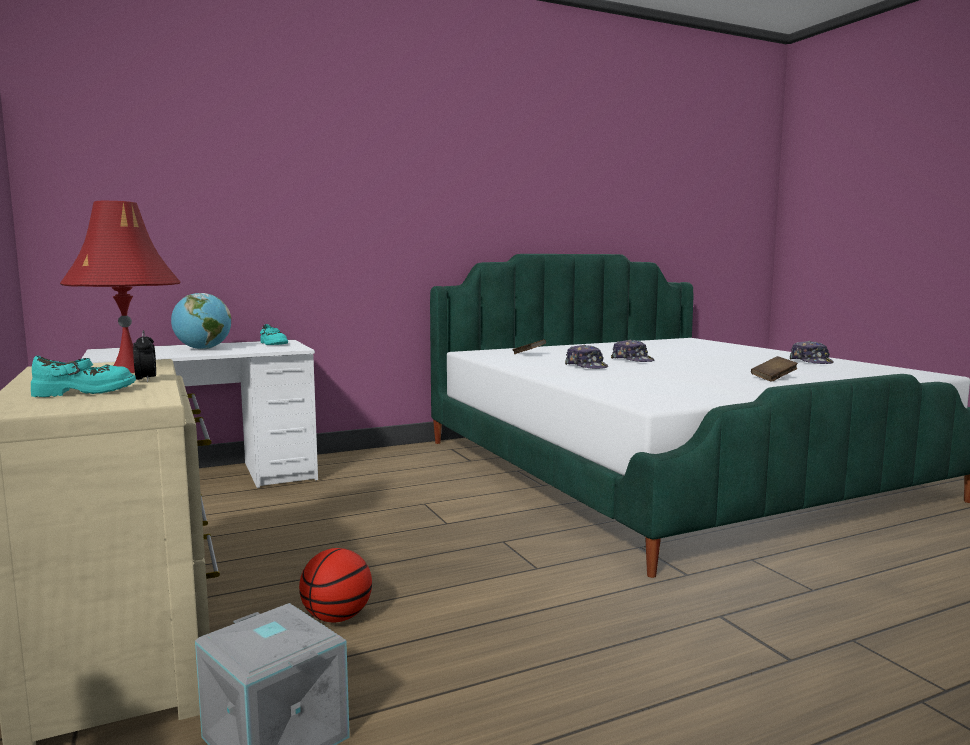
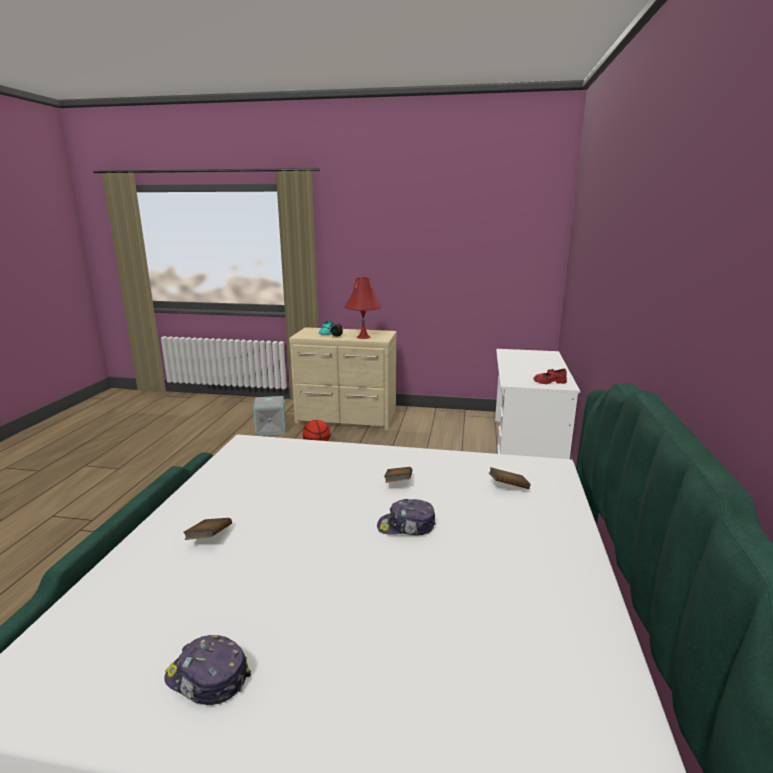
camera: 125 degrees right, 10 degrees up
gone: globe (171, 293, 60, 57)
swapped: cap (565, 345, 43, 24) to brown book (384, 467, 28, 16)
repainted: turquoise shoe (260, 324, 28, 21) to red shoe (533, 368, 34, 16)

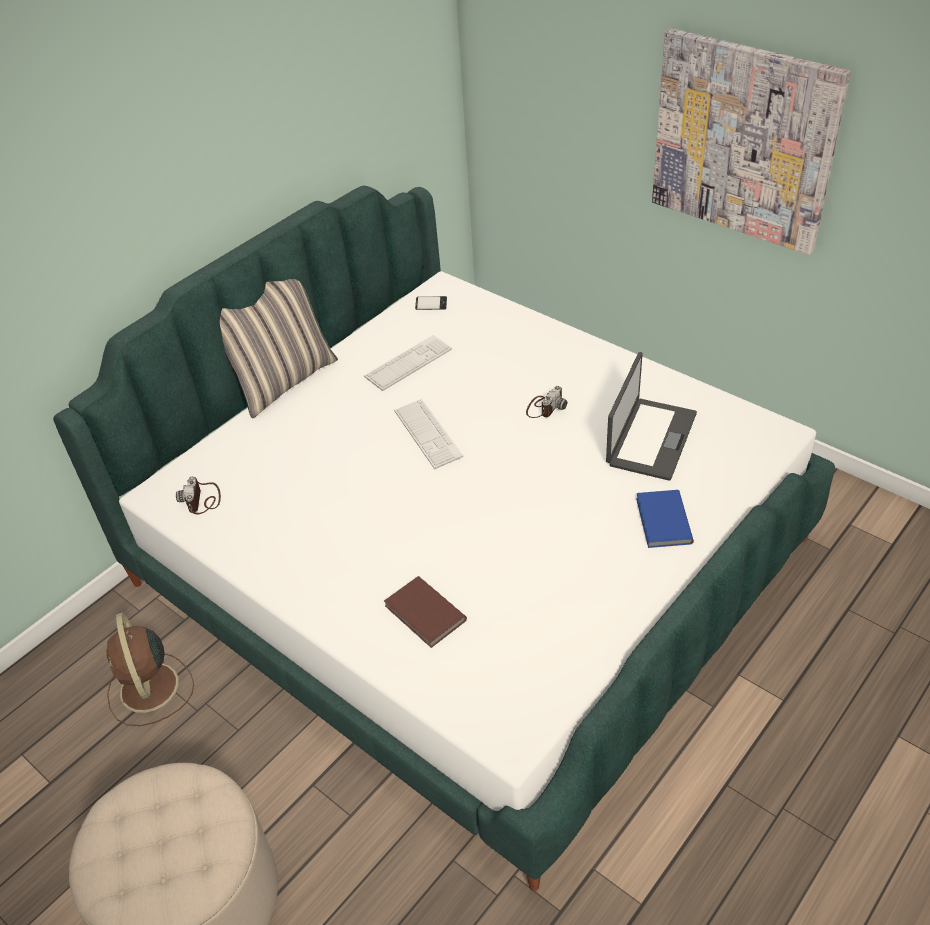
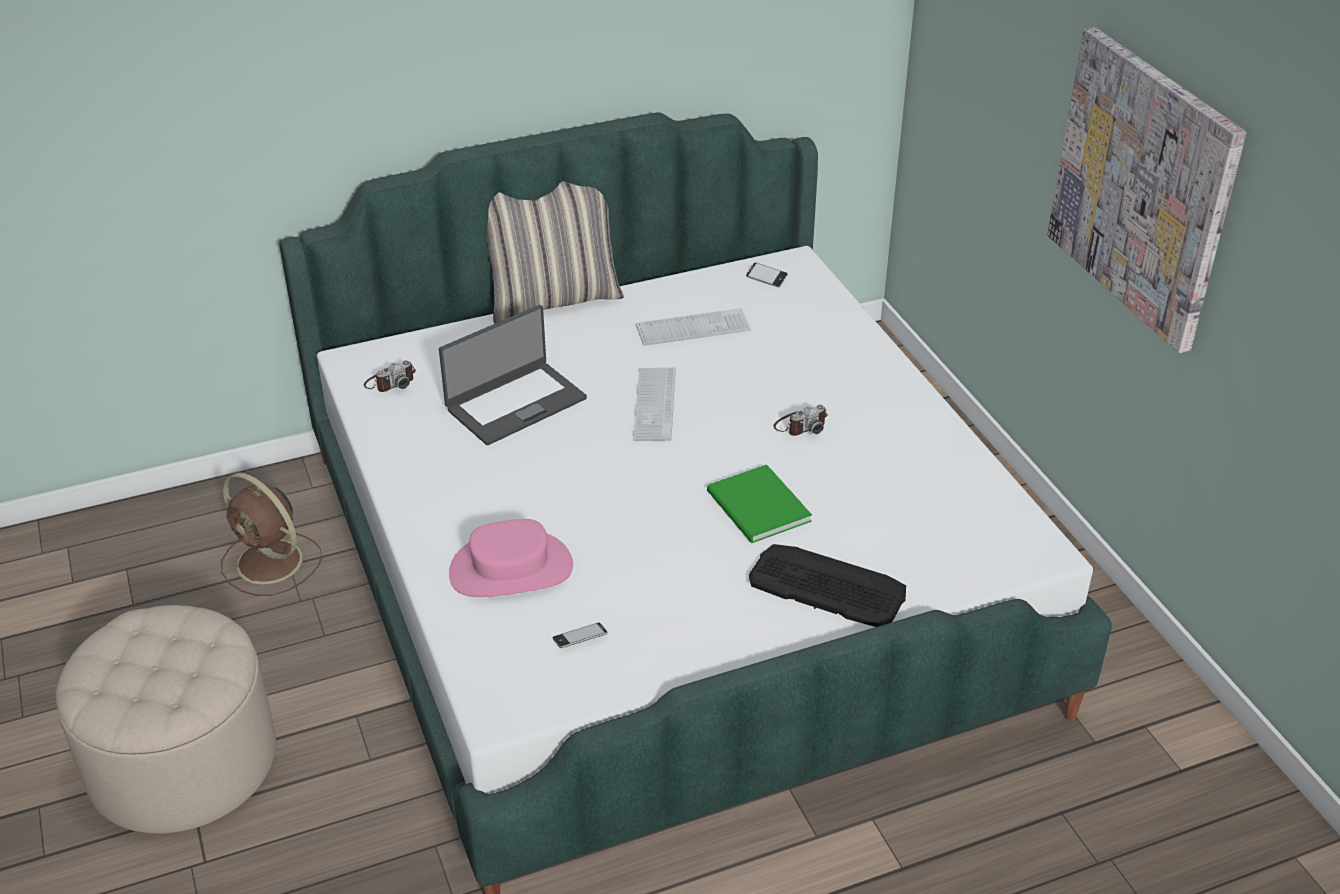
camera: 25 degrees right, 5 degrees down
new: phone (553, 623, 55, 25); green book (707, 465, 105, 78)
shifted: laptop (606, 352, 91, 129) to (439, 305, 148, 140)
swapped: brown book (384, 576, 83, 72) to pink hat (449, 519, 124, 78); blue book (636, 490, 58, 58) to keyboard (749, 544, 157, 83)
rotated: brown fan (107, 612, 87, 114) = (221, 473, 101, 123) 60 degrees counterclockwise; photo camera (176, 476, 45, 39) = (364, 360, 52, 32) 150 degrees counterclockwise

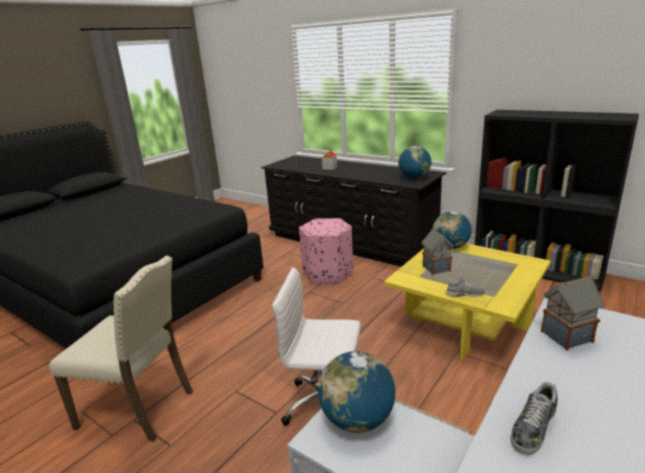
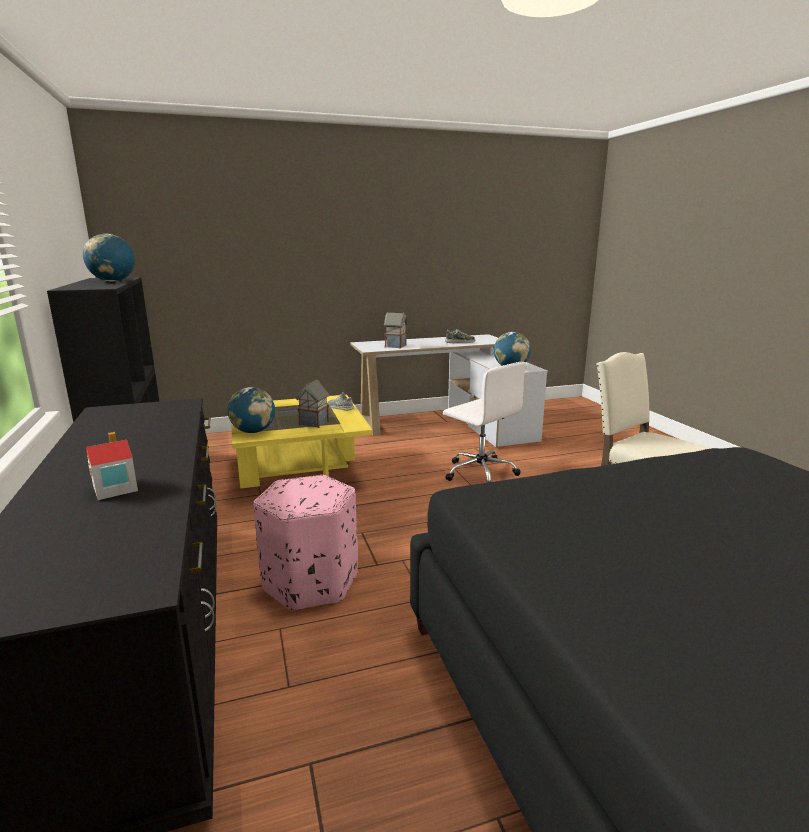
camera: 145 degrees left, 5 degrees down
shifted: globe (398, 146, 33, 33) to (83, 234, 52, 48)

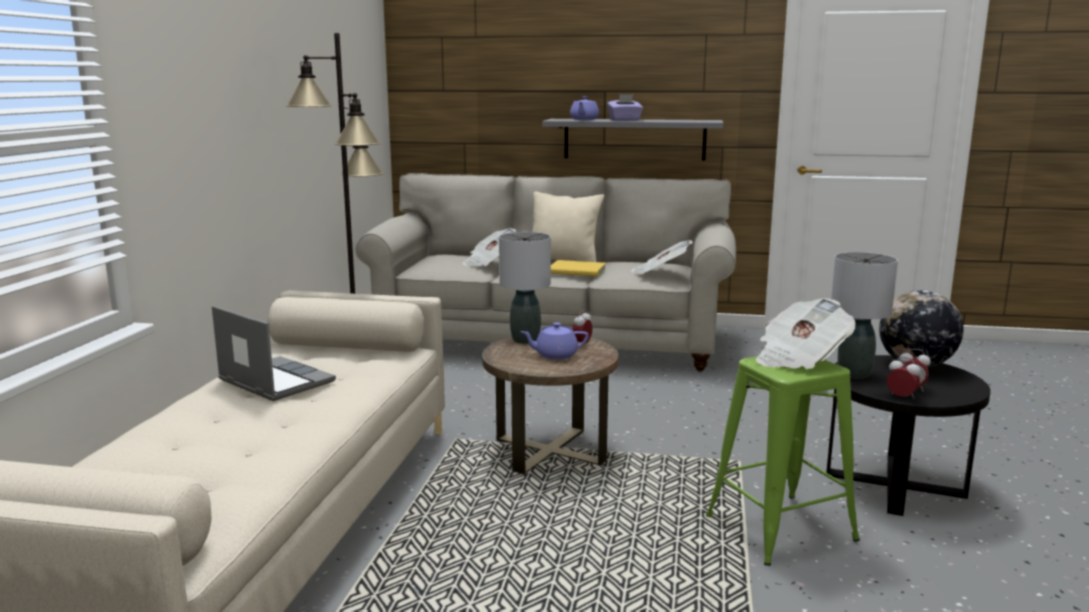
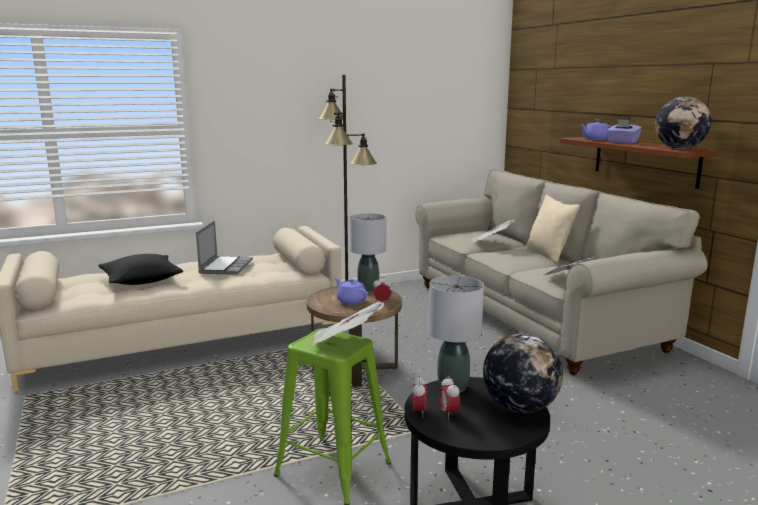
camera: 55 degrees right, 0 degrees up
gone: yellow book (551, 260, 55, 16)
new: black pillow (98, 254, 85, 31); globe (655, 97, 56, 52)
repainted: grey shelf (542, 119, 181, 42) to brown shelf (559, 137, 159, 52)

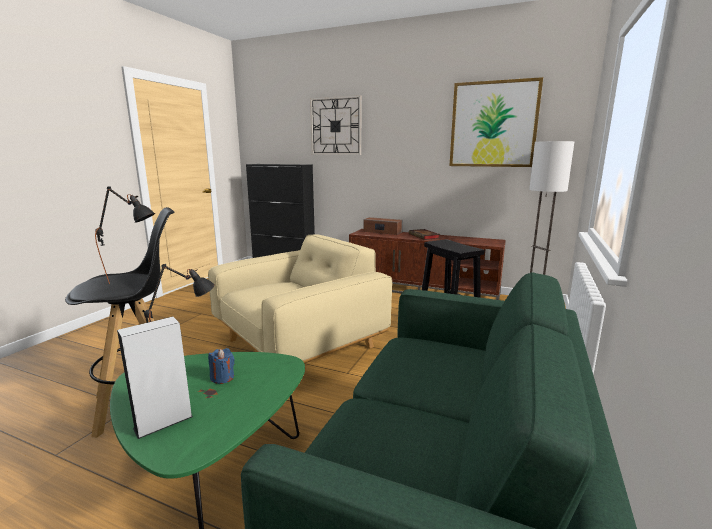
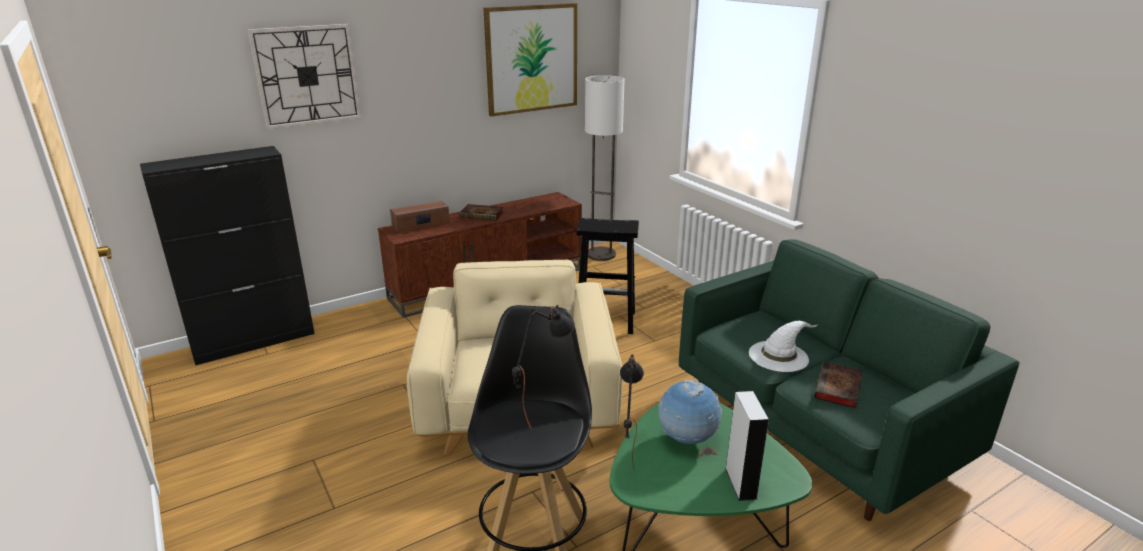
camera: 55 degrees left, 10 degrees up
new: white hat (749, 321, 68, 51); book (814, 362, 49, 47)
swapped: blue candle (208, 348, 27, 36) to globe (658, 380, 64, 64)

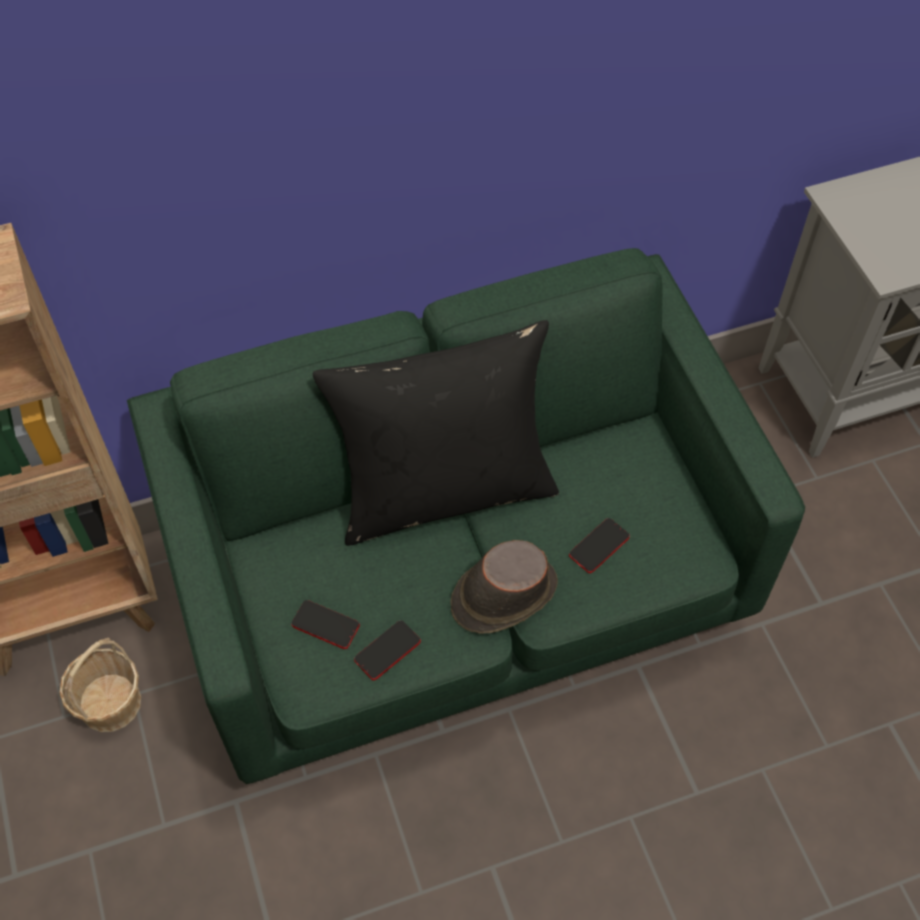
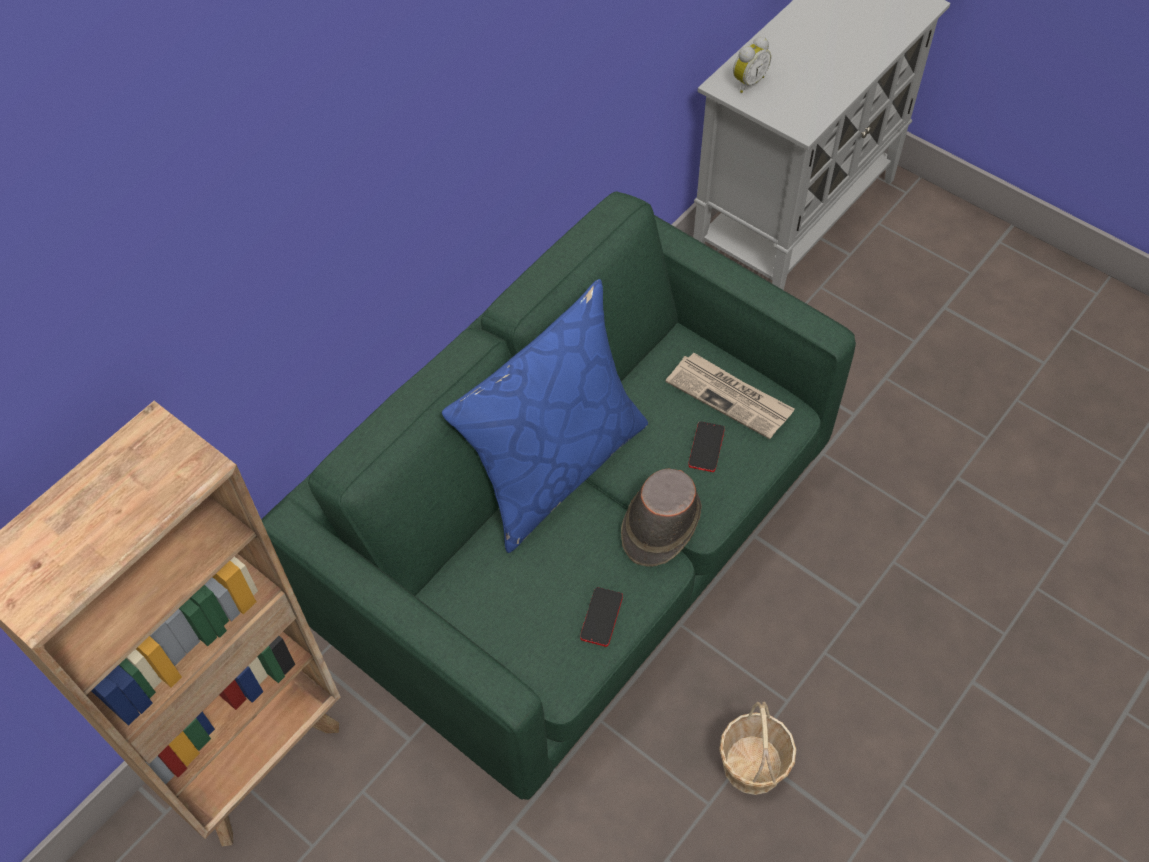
camera: 30 degrees left, 0 degrees up
gone: phone (291, 600, 69, 49)
new: newspaper (666, 353, 129, 86); alarm clock (733, 37, 38, 56)
shifted: basket (59, 638, 82, 94) to (719, 702, 77, 93)
repainted: black pillow (312, 320, 247, 226) to blue pillow (442, 279, 206, 274)

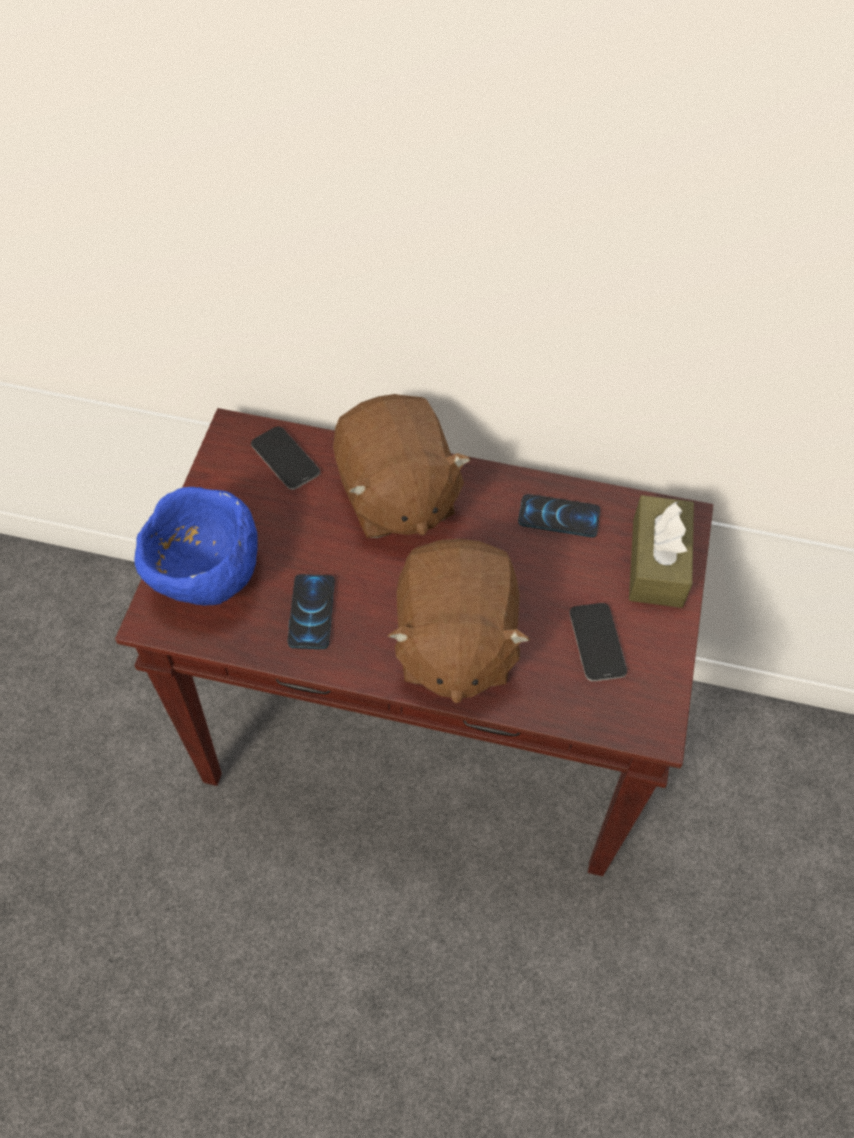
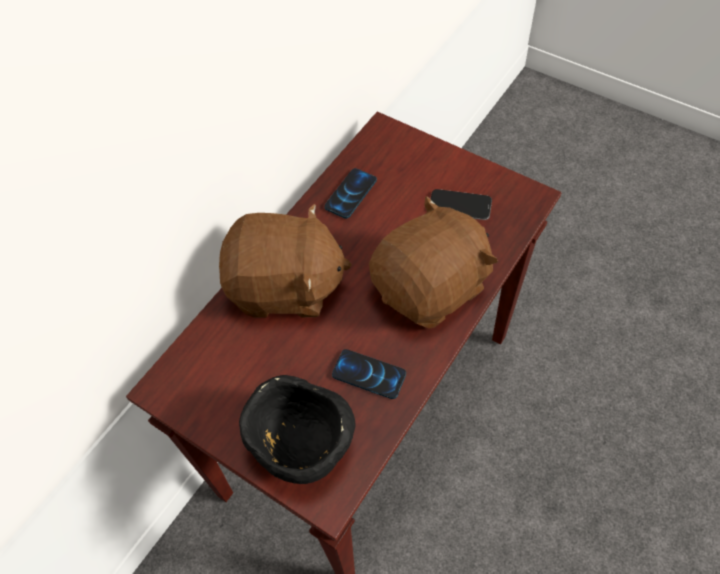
camera: 65 degrees left, 0 degrees up
gone: phone (251, 426, 69, 64); brown tissue box (629, 495, 65, 113)
repainted: blue bowl (134, 487, 124, 119) to black bowl (239, 375, 116, 109)
rotated: brown plush toy (388, 539, 142, 164) = (369, 196, 129, 133) 60 degrees counterclockwise

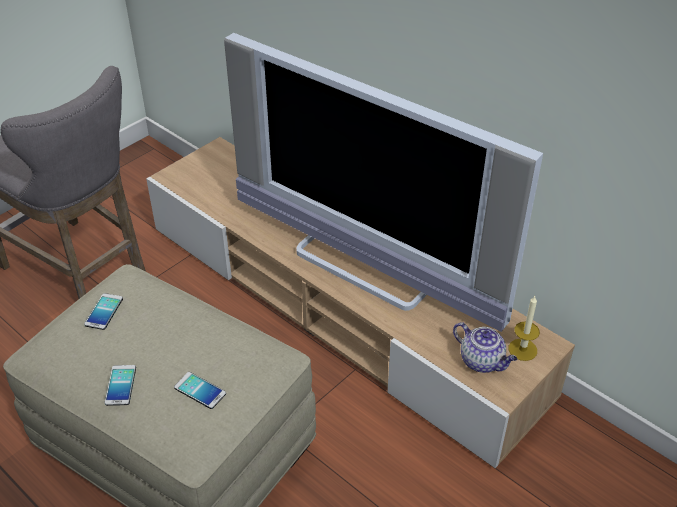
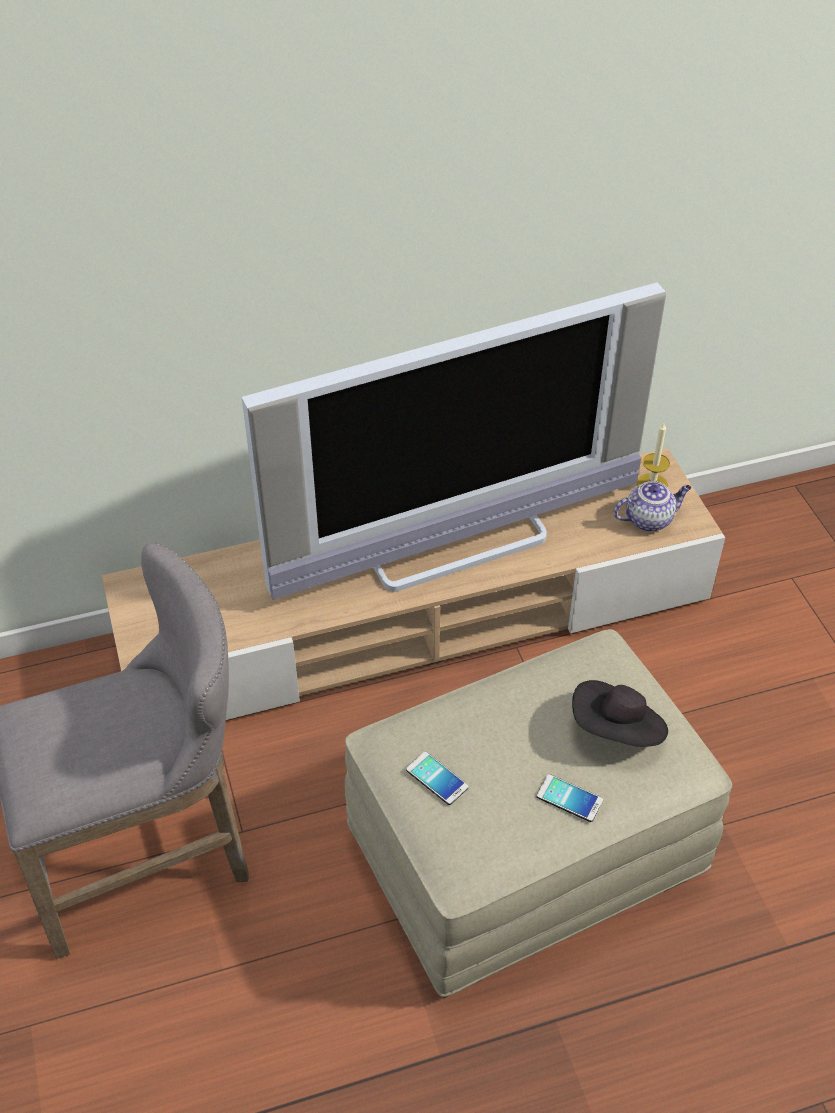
camera: 60 degrees left, 5 degrees up
swapped: phone (174, 372, 52, 37) to black hat (572, 680, 96, 67)

